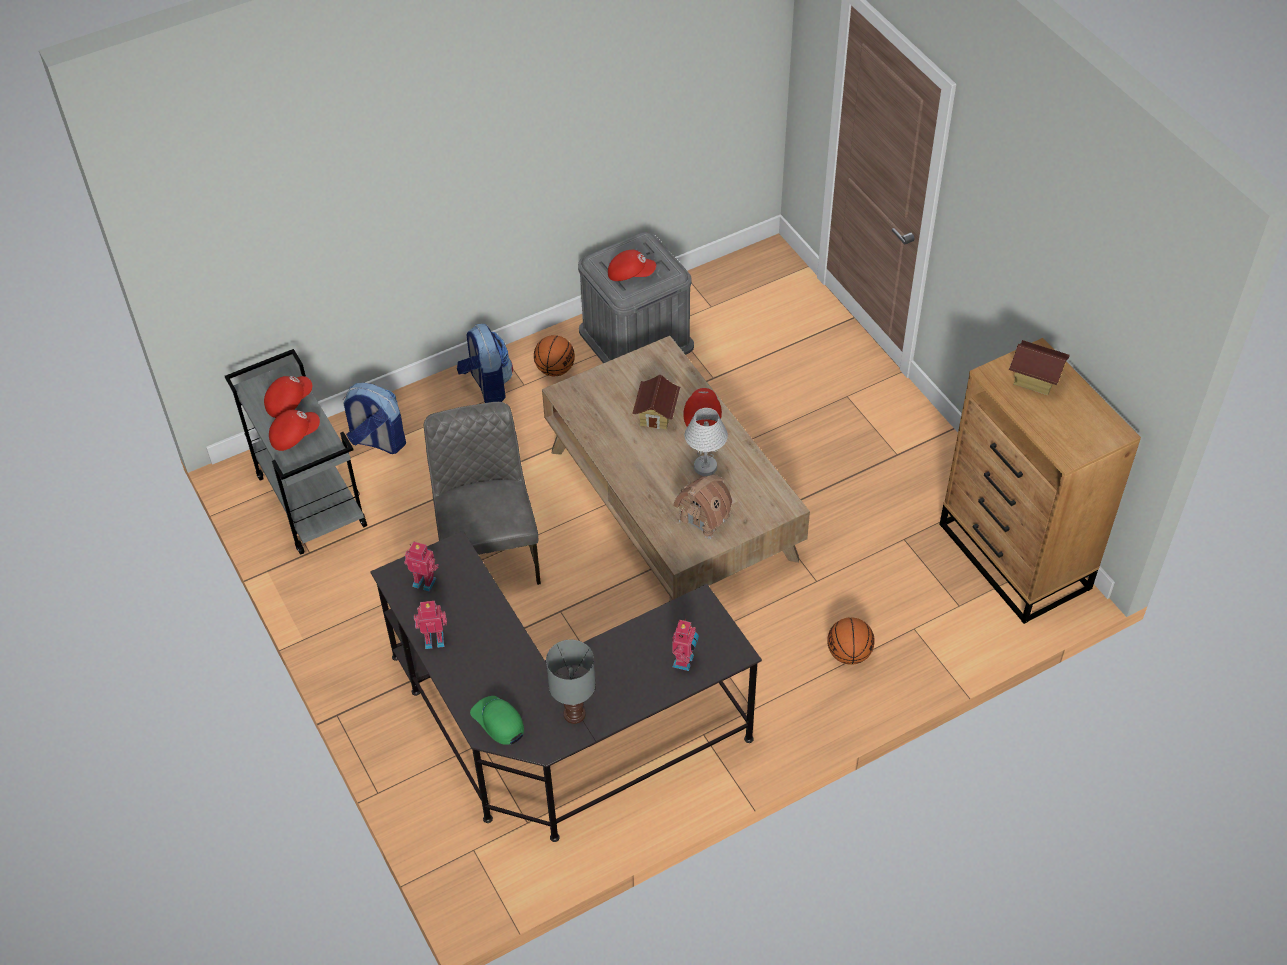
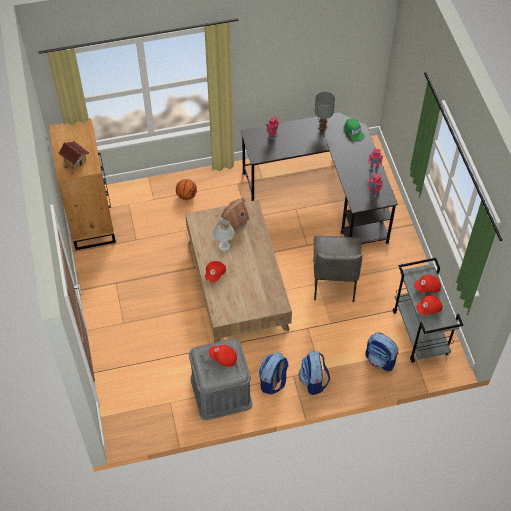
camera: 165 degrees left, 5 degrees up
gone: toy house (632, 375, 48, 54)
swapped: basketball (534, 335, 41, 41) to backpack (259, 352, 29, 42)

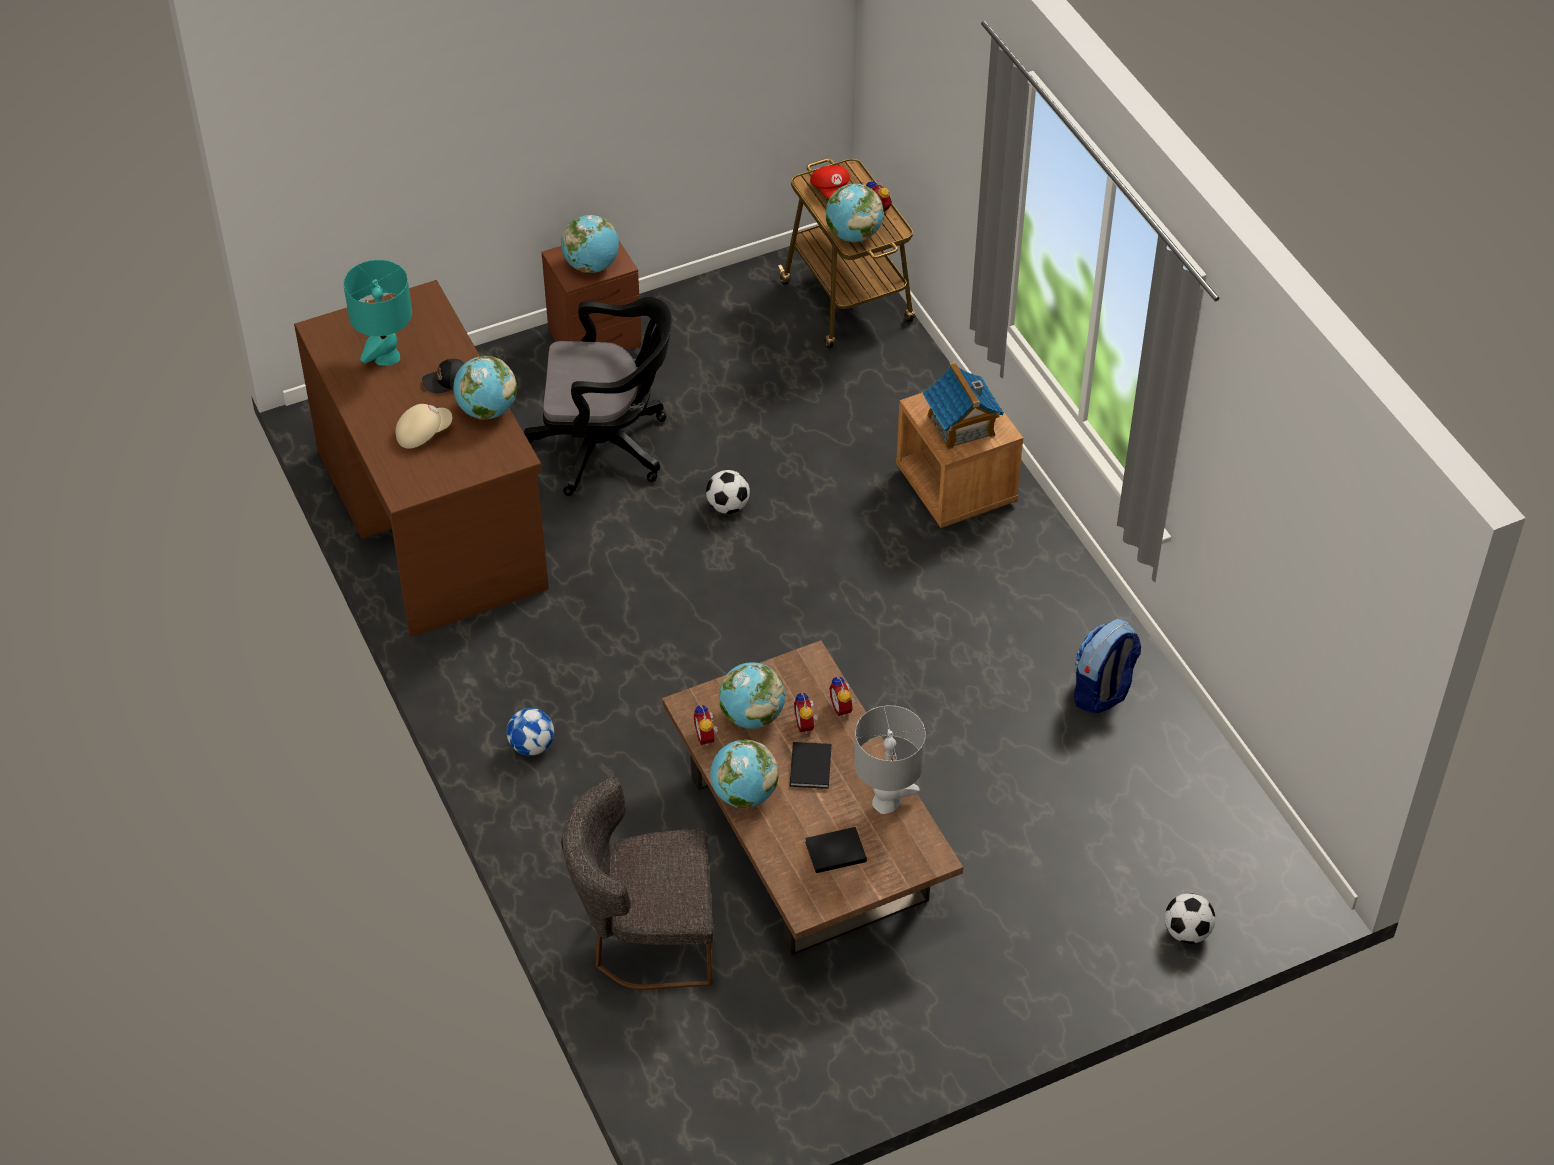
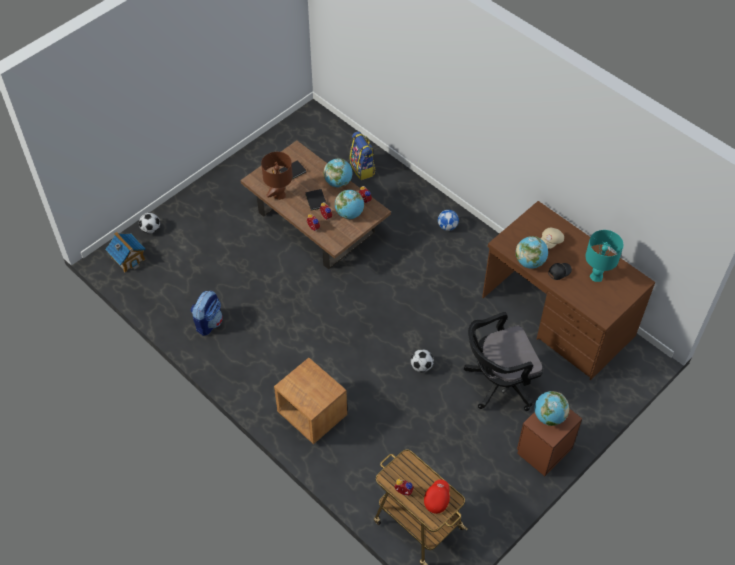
camera: 160 degrees right, 5 degrees up
gone: globe (826, 184, 57, 58)
shifted: toy house (923, 362, 81, 88) to (105, 232, 41, 40)
swapped: grey chair (561, 777, 153, 213) to backpack (350, 131, 26, 49)
repainted: grey table lamp (854, 705, 72, 109) to brown table lamp (261, 152, 32, 48)
rotated: red cap (810, 165, 40, 33) = (424, 480, 26, 34) 60 degrees clockwise

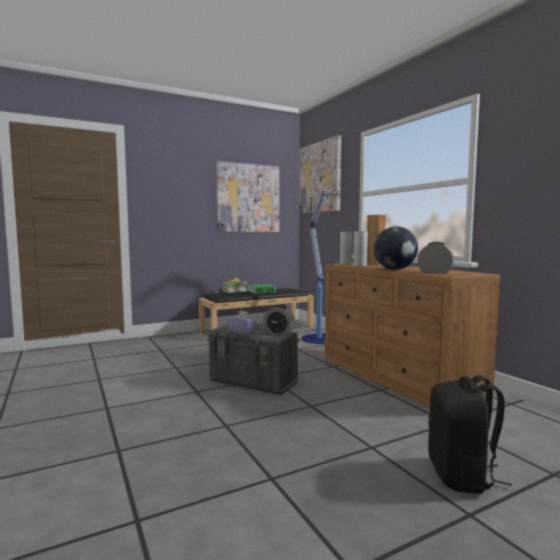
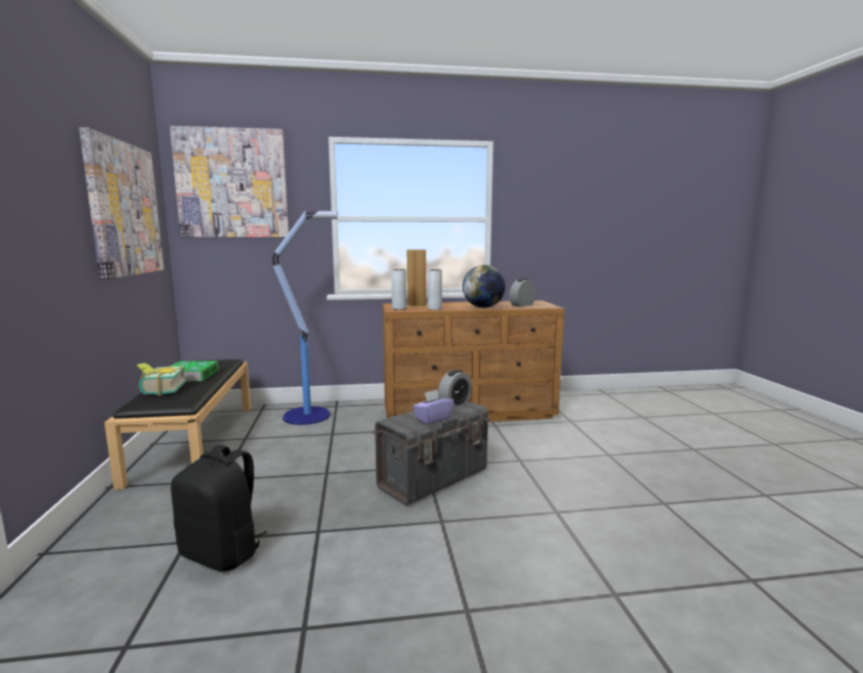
camera: 70 degrees left, 5 degrees up
shifted: black backpack (428, 375, 84, 119) to (171, 445, 96, 126)

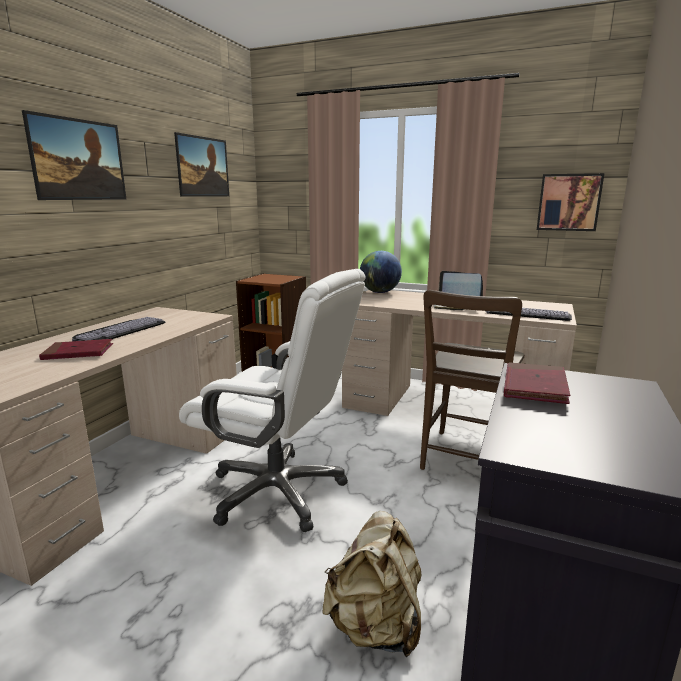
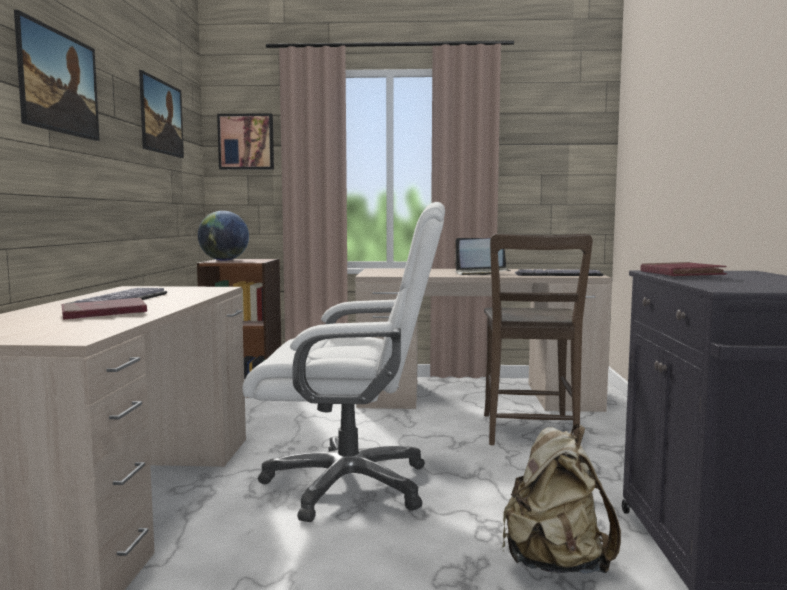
camera: 20 degrees left, 10 degrees down
shifted: globe (360, 251, 42, 42) to (198, 211, 51, 50); picture (537, 173, 67, 58) to (217, 113, 57, 57)

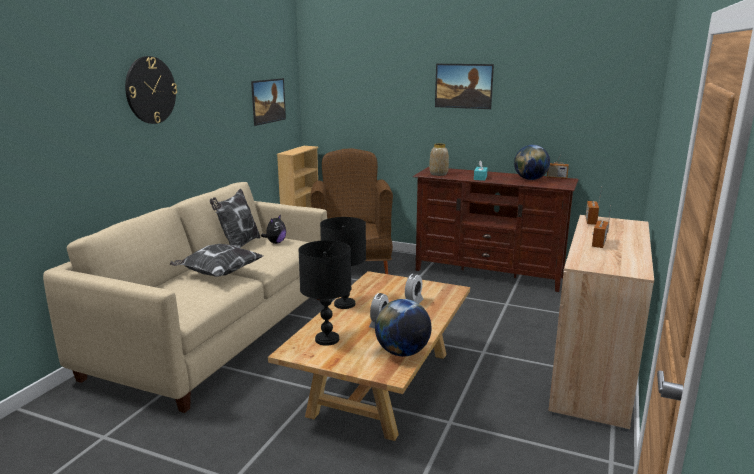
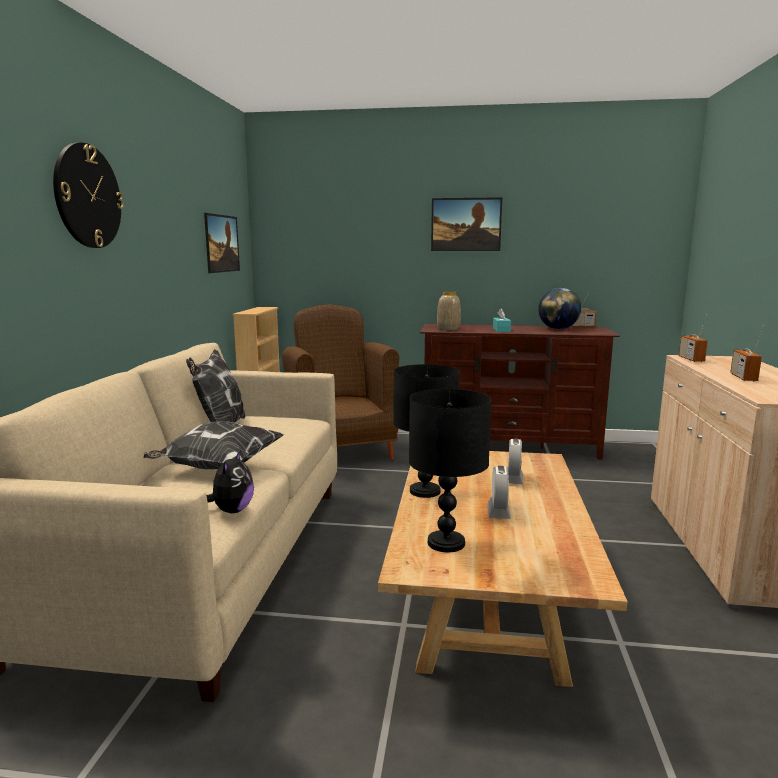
camera: 15 degrees left, 5 degrees down
gone: globe (375, 299, 57, 57)
shifted: plush toy (261, 214, 25, 30) to (206, 451, 48, 62)

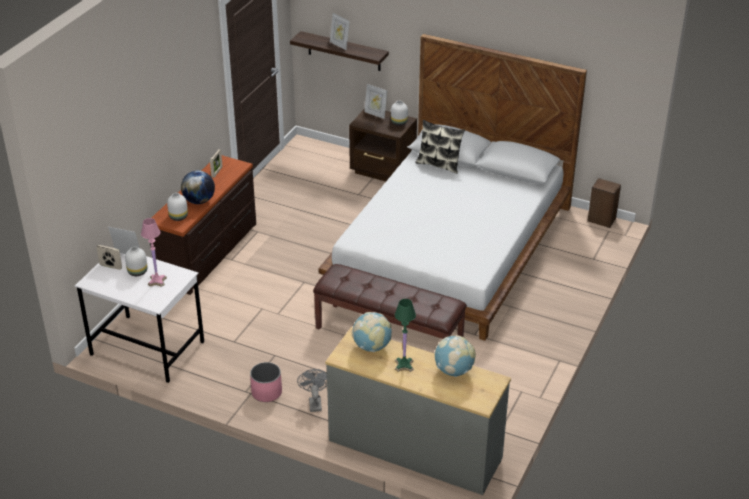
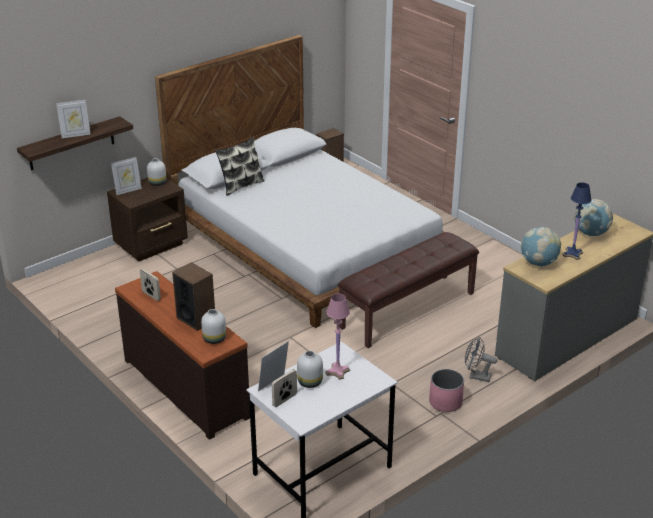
camera: 65 degrees left, 5 degrees down
swapped: globe (181, 170, 34, 34) to speaker (172, 262, 43, 69)
repainted: green table lamp (395, 299, 21, 73) to blue table lamp (562, 182, 30, 78)

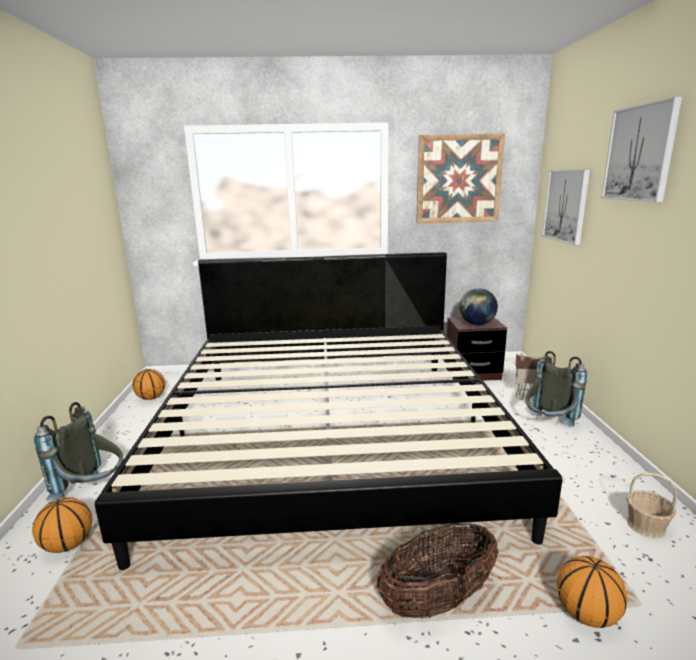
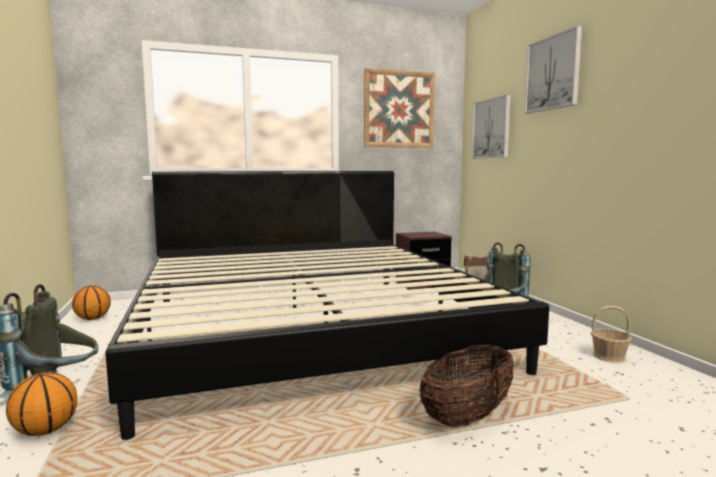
camera: 15 degrees left, 10 degrees down
gone: globe (460, 288, 38, 37); basketball (557, 556, 70, 72)

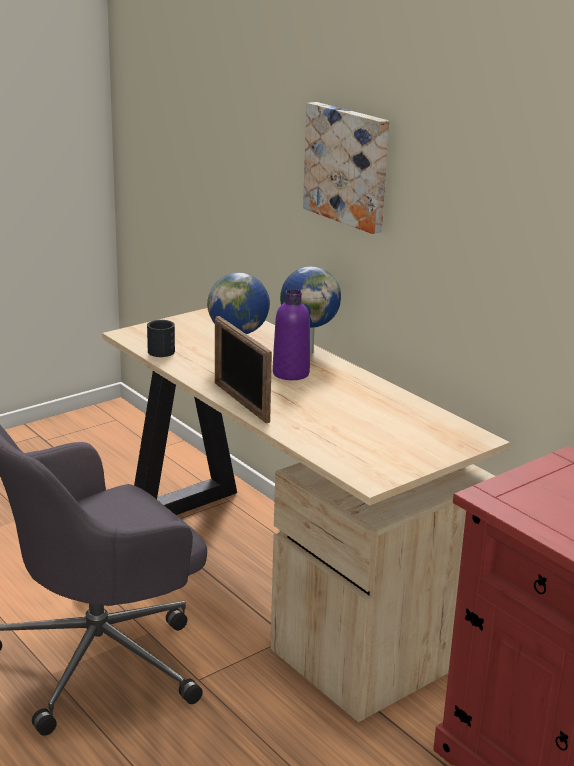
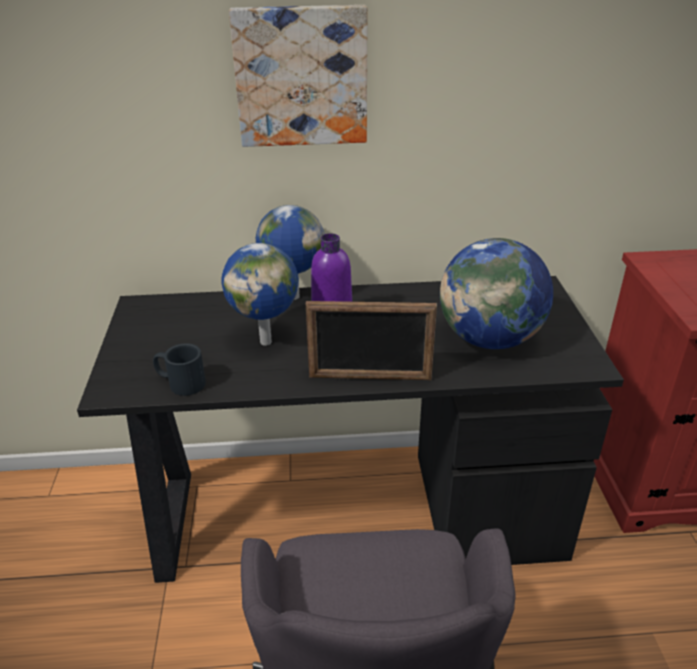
camera: 55 degrees left, 10 degrees up
new: globe (440, 238, 113, 111)
repainted: beige desk (102, 308, 408, 414) to black desk (77, 276, 547, 307)

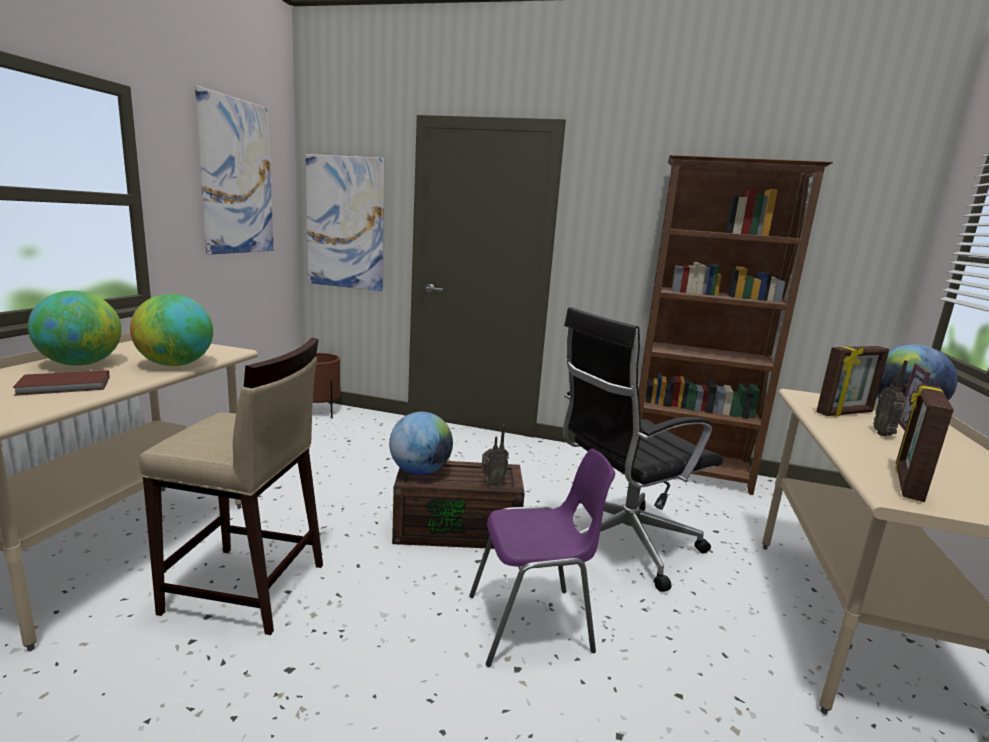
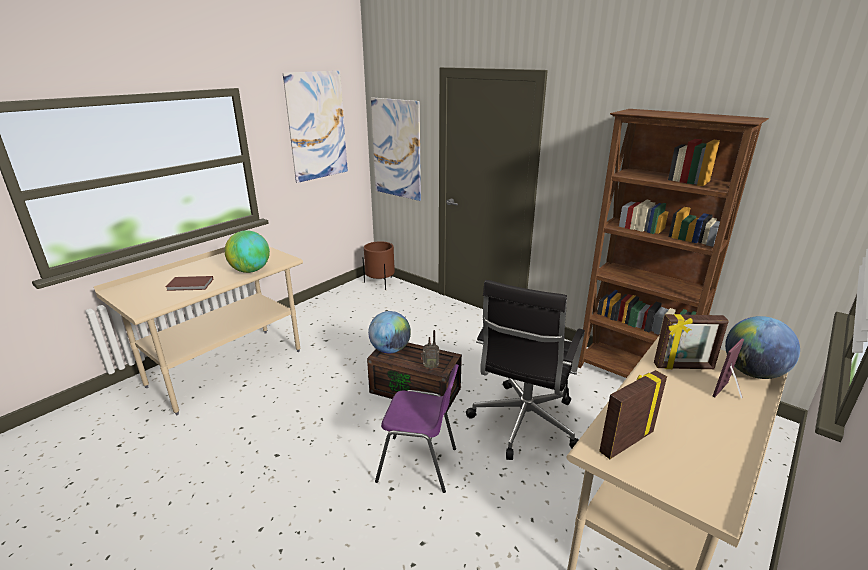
camera: 25 degrees right, 10 degrees up
gone: globe (28, 291, 94, 75); beige stool (139, 338, 184, 297); radio (873, 360, 35, 76)
rotated: black office chair (563, 307, 160, 285) = (466, 280, 119, 180) 60 degrees counterclockwise

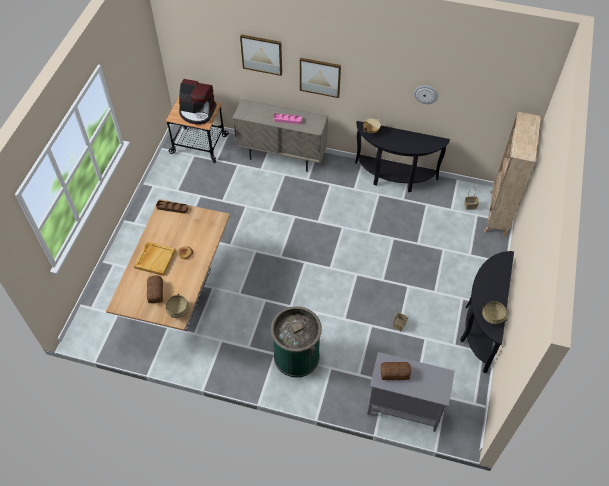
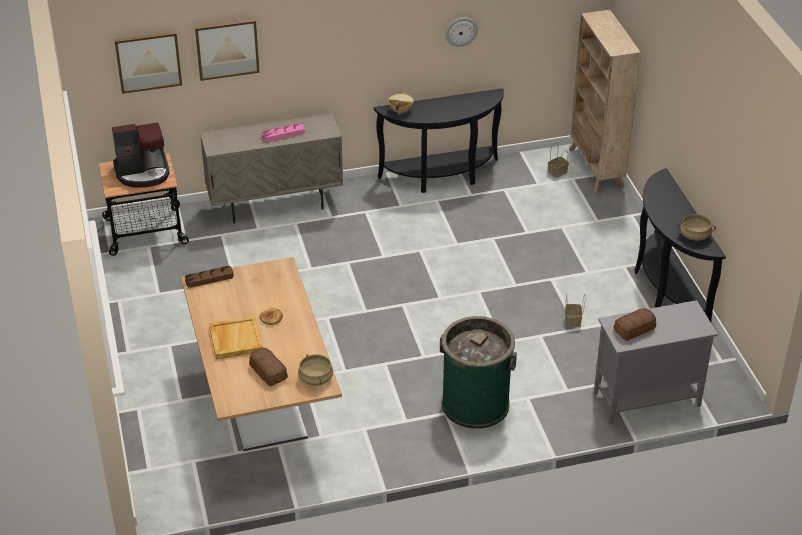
camera: 30 degrees left, 15 degrees down
shifted: picture (300, 58, 41, 40) to (114, 31, 68, 63)

